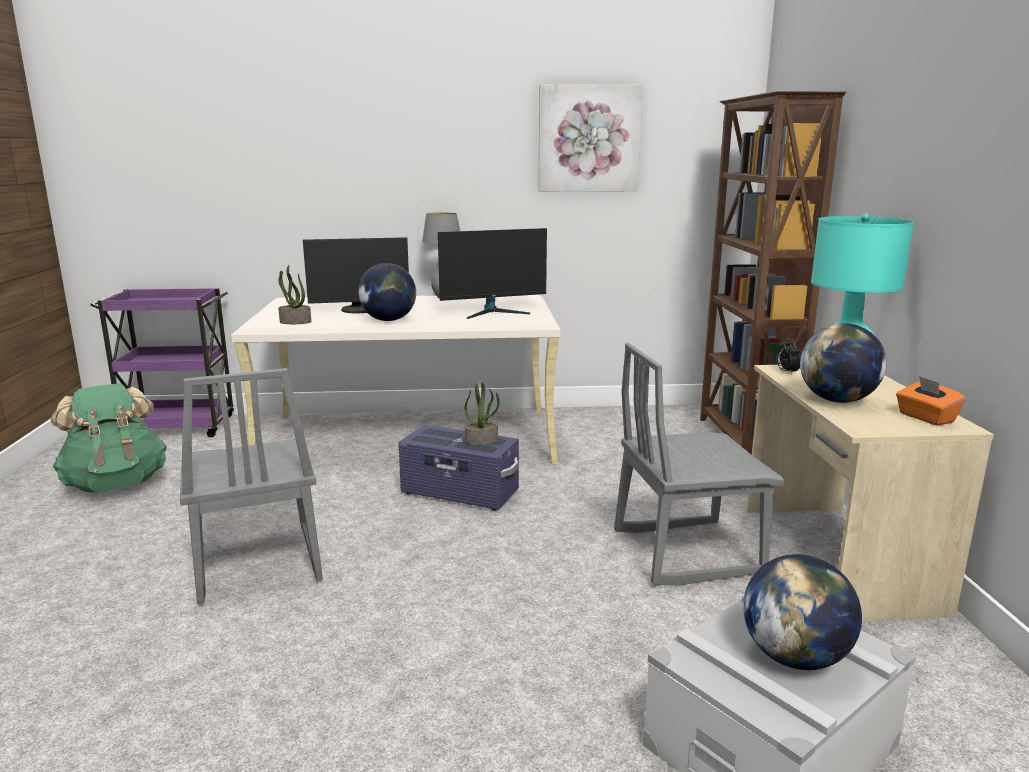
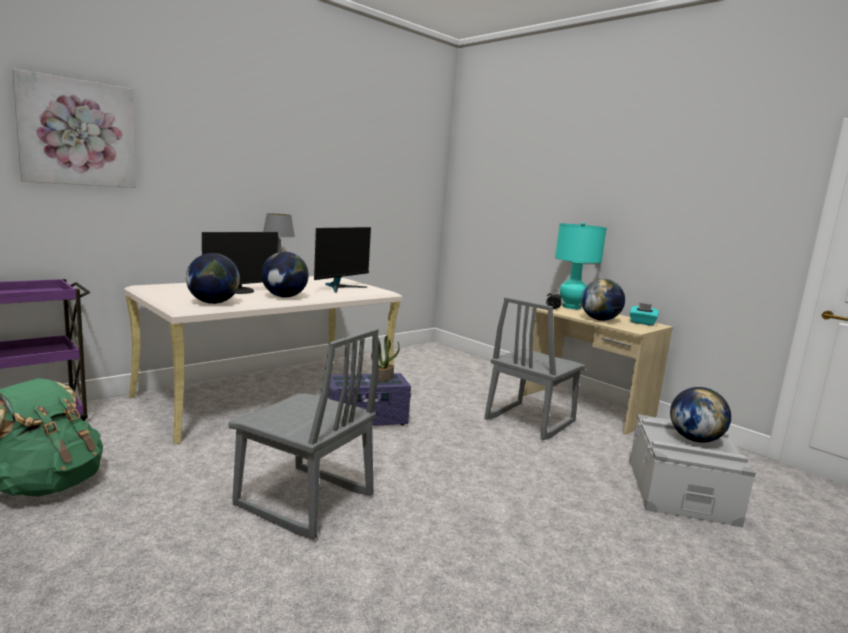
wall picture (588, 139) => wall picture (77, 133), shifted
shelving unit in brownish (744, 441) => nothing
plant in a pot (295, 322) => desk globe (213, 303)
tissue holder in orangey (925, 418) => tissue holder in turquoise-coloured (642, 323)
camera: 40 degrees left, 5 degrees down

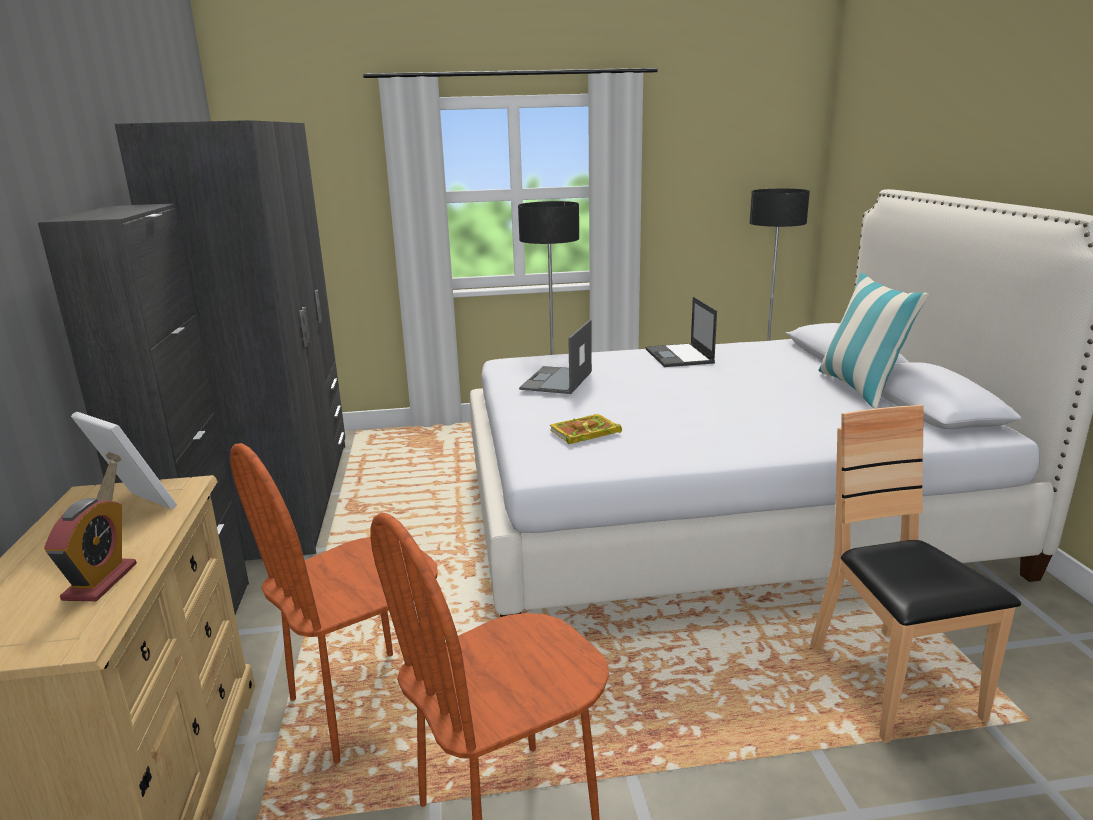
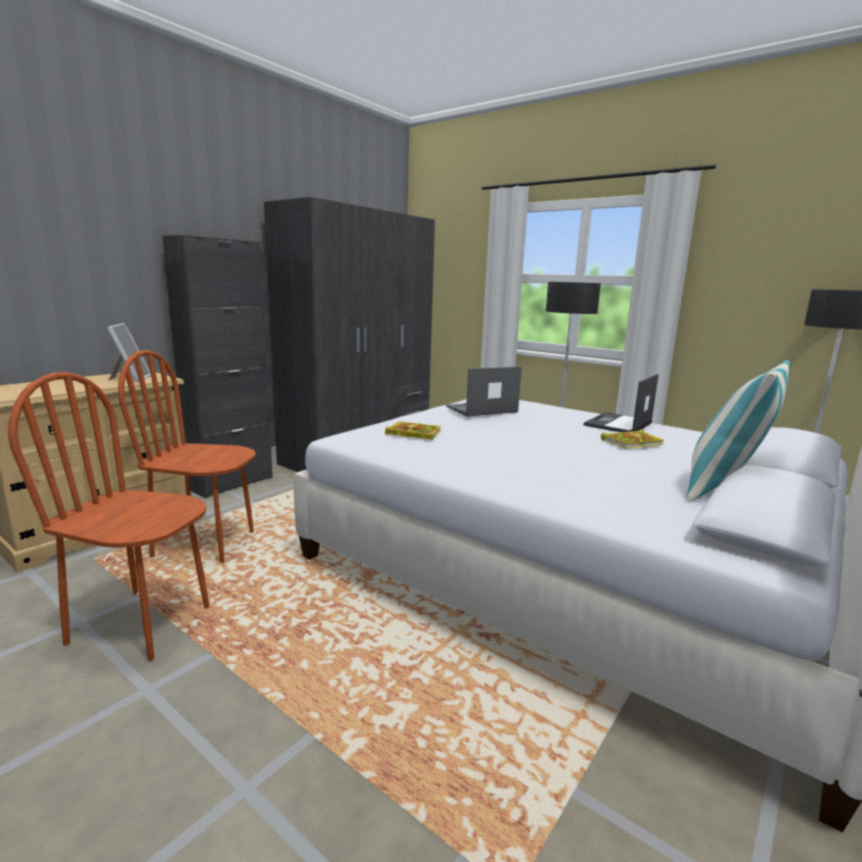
upright chair in brownish (891, 684) => nothing
table clock (100, 582) => nothing
nothing => volume (632, 442)
camera: 45 degrees right, 5 degrees down

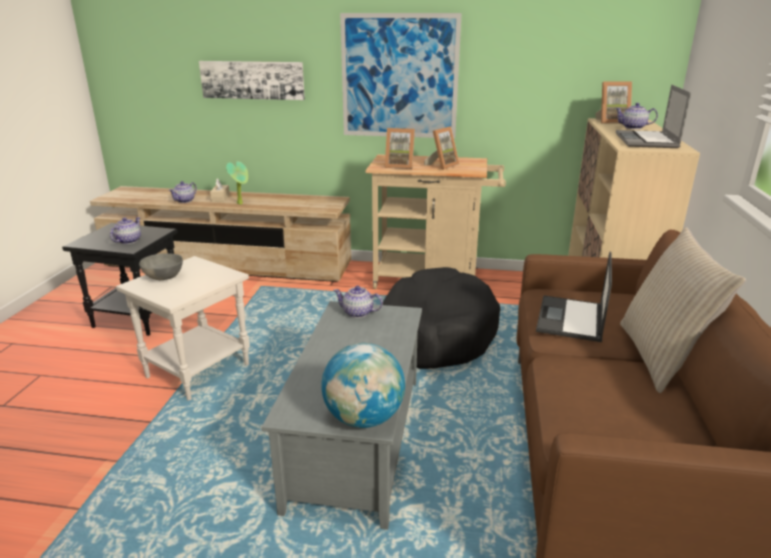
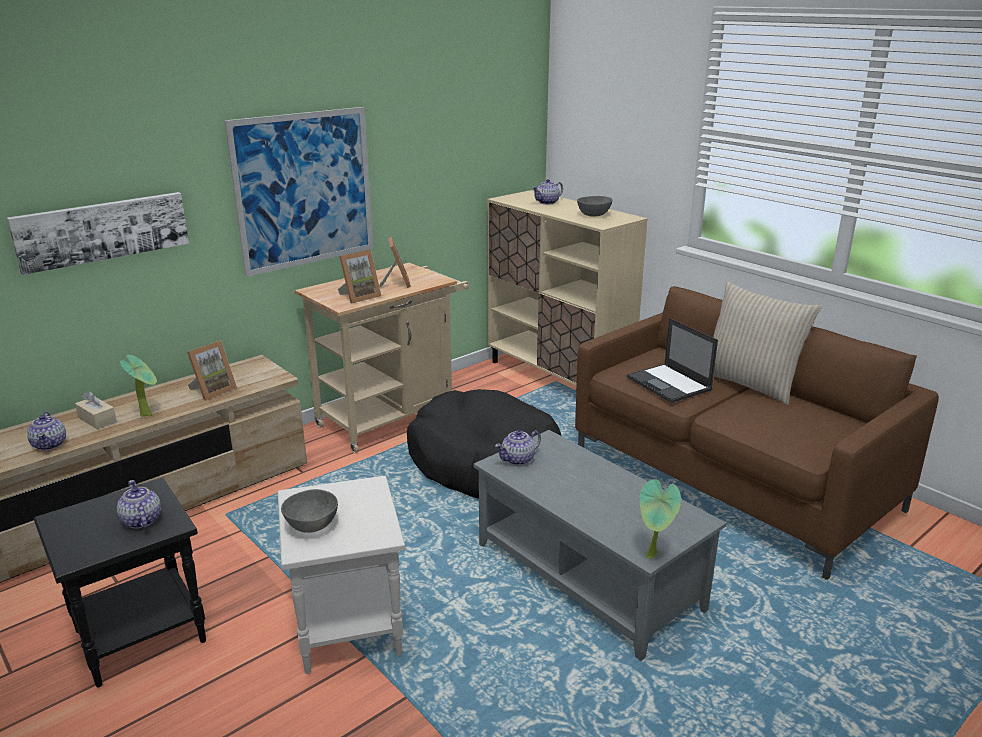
picture frame (611, 121) => picture frame (213, 391), shifted
notebook computer (647, 141) => bowl in grey (594, 215)
desk globe (364, 418) => nothing
nothing => plant in a pot (653, 556)
camera: 50 degrees left, 0 degrees up

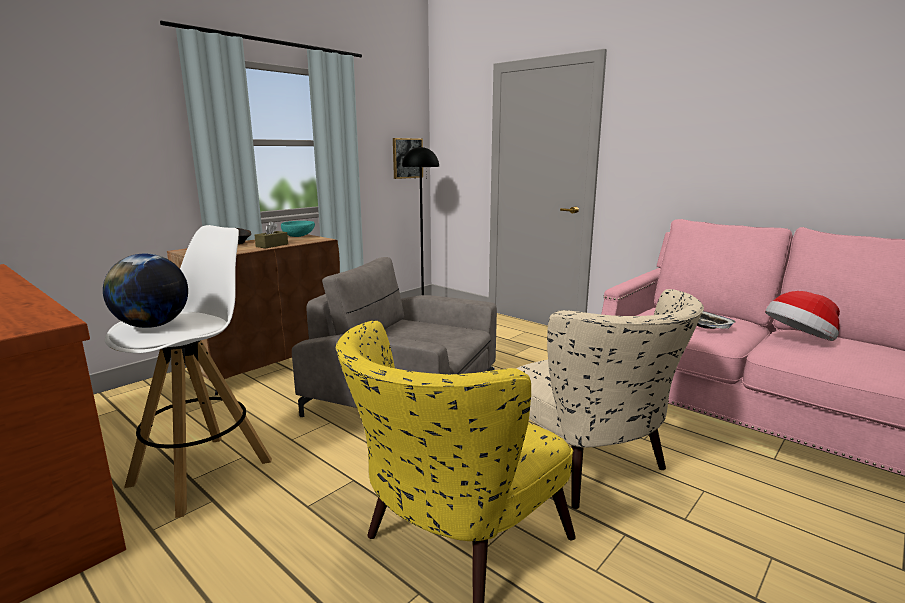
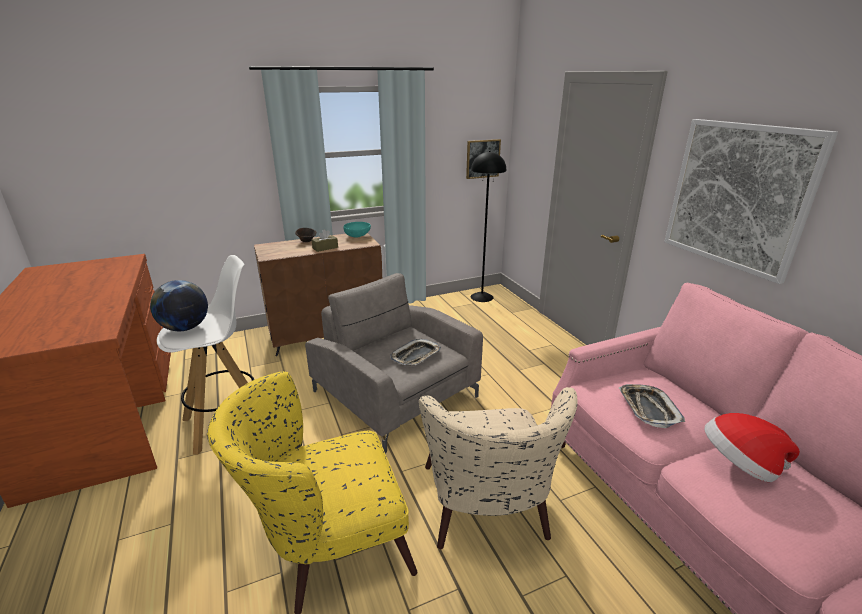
nothing => wall picture (738, 196)
nothing => carrying tray (416, 356)
camera: 25 degrees right, 10 degrees up

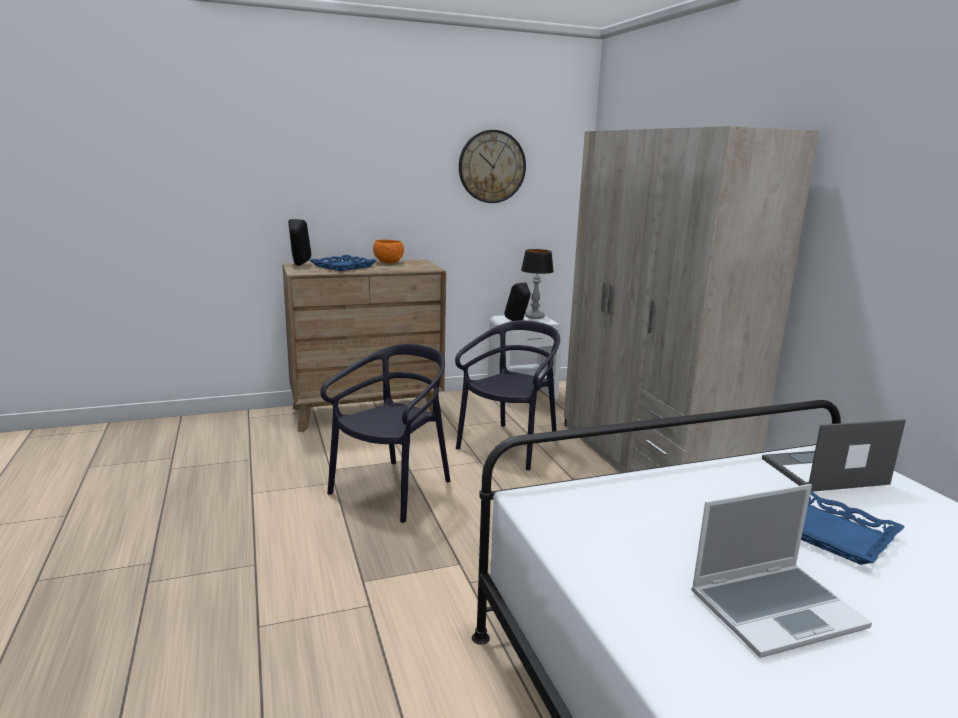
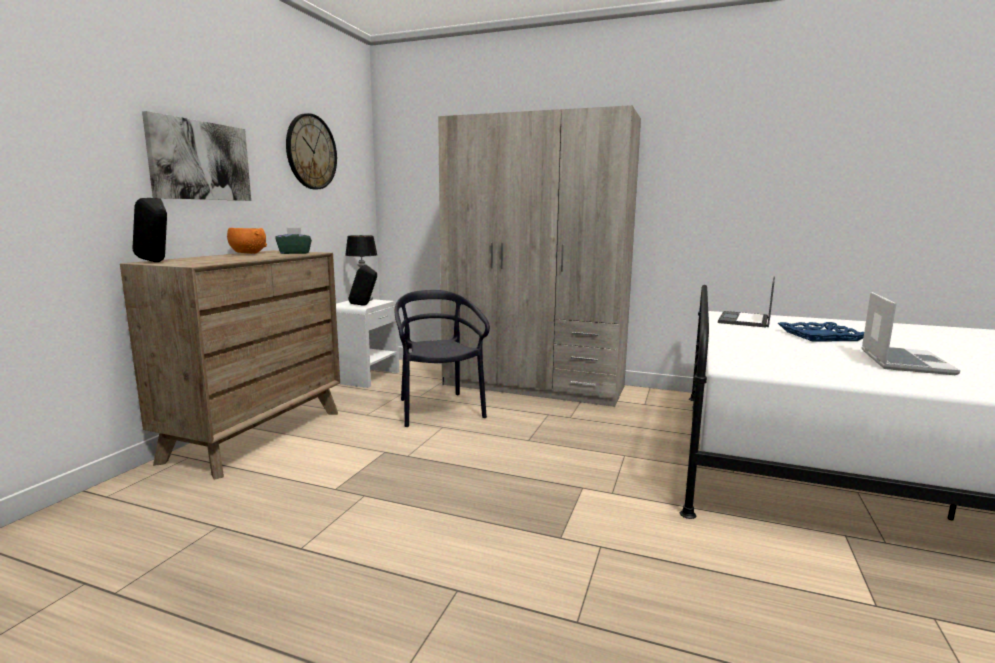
carrying tray in bluish (343, 266) => nothing
upright chair in black (392, 490) => nothing
nothing => wall picture (200, 160)
nothing => tissue holder in green (295, 253)
camera: 50 degrees left, 5 degrees down

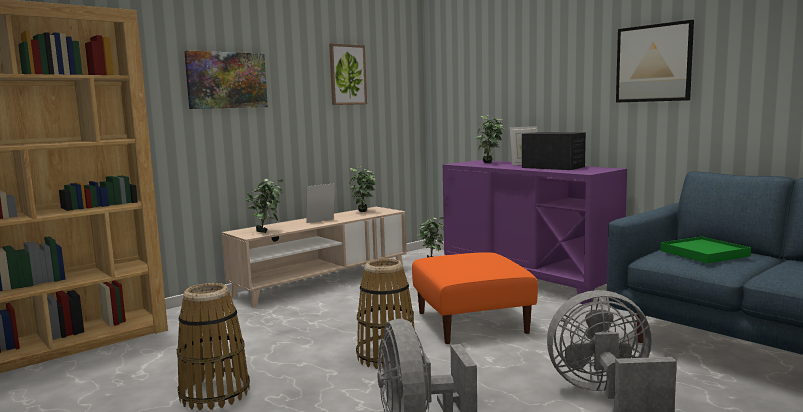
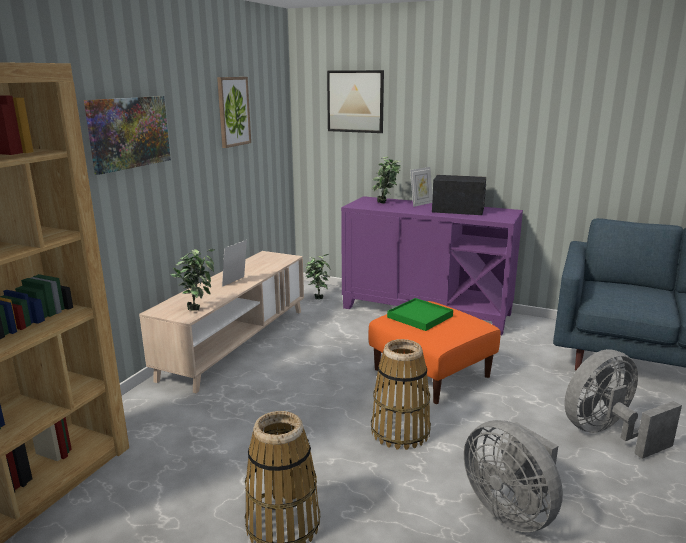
wall picture (653, 63) => wall picture (355, 101), shifted
plant in a pot (364, 212) => nothing
carrying tray in green (704, 253) => carrying tray in green (420, 317), shifted
camera: 25 degrees left, 10 degrees up

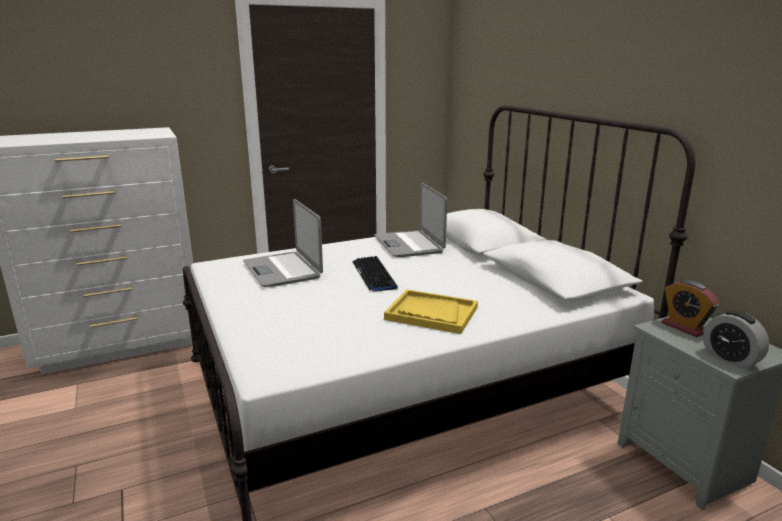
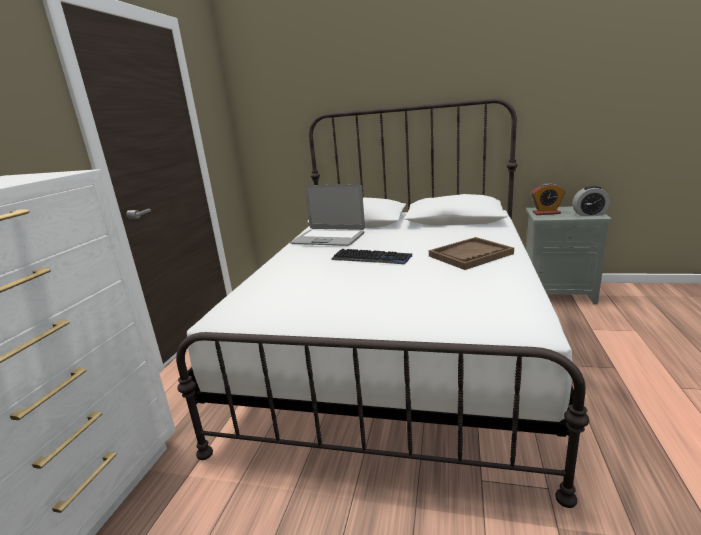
notebook computer (283, 270) => nothing
carrying tray in yellowish (431, 313) => carrying tray in brownish (470, 255)
camera: 50 degrees left, 0 degrees up

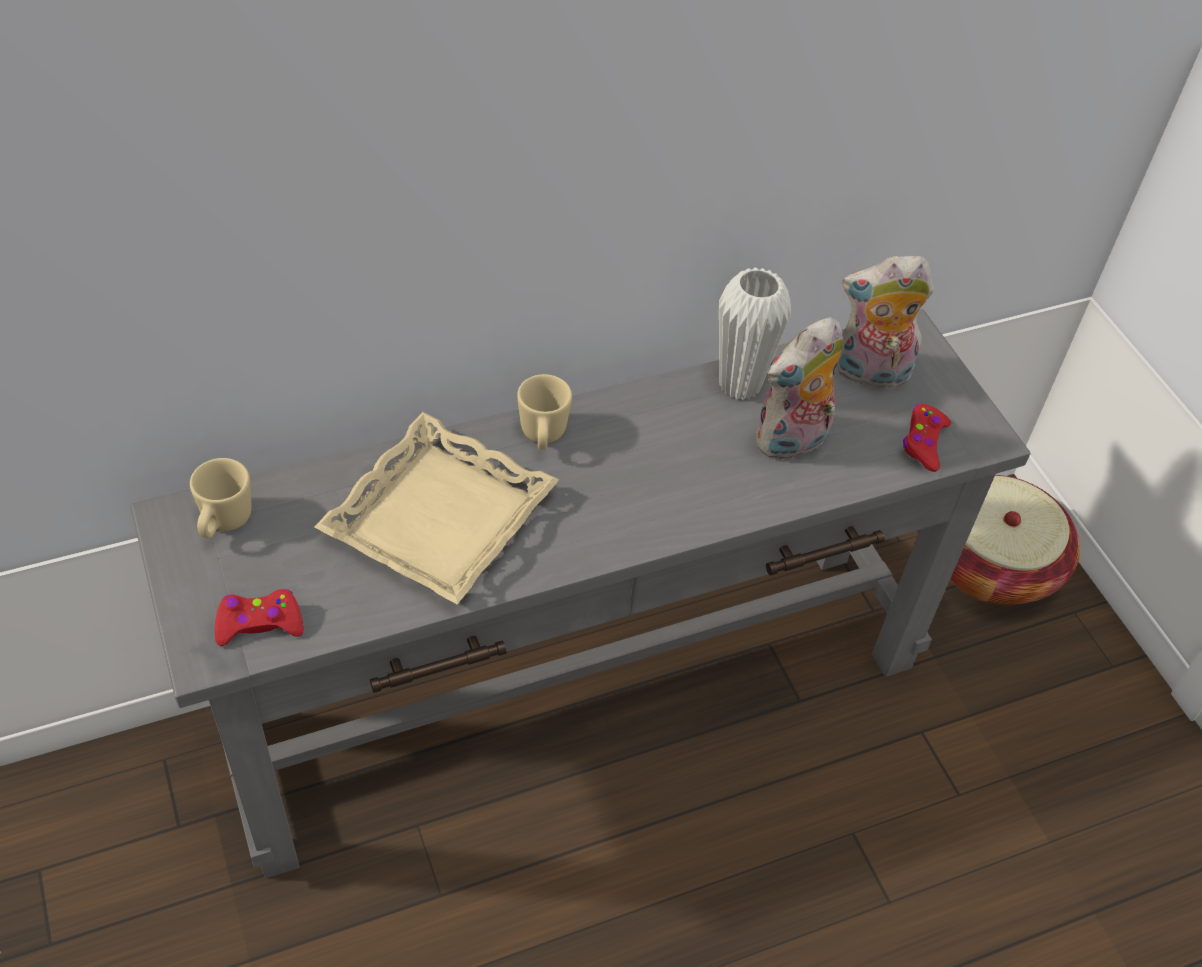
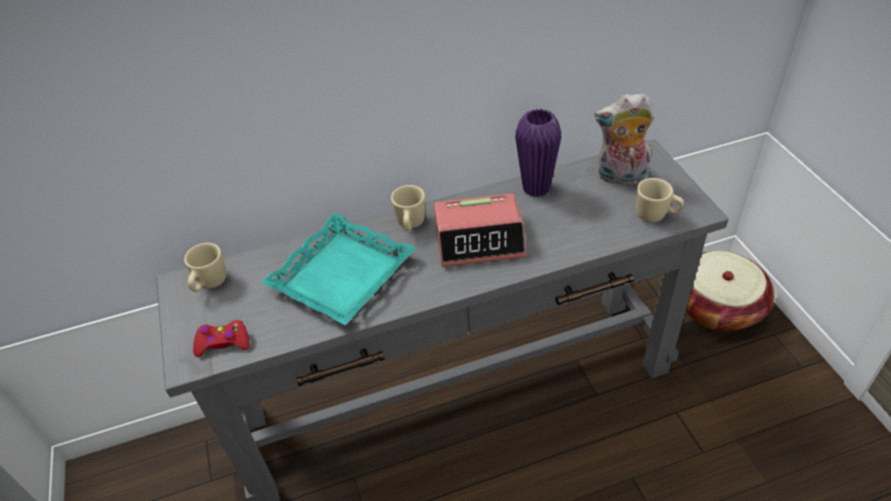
decorative vase in white-coloured (739, 385) => decorative vase in purple-coloured (536, 188)
soft toy (792, 443) => nothing
game controller in red-coloured (923, 442) => coffee mug in beige-coloured (656, 216)
carrying tray in beige-coloured (441, 519) => carrying tray in turquoise-coloured (342, 275)
nothing => table clock (480, 239)
camera: 10 degrees right, 5 degrees down

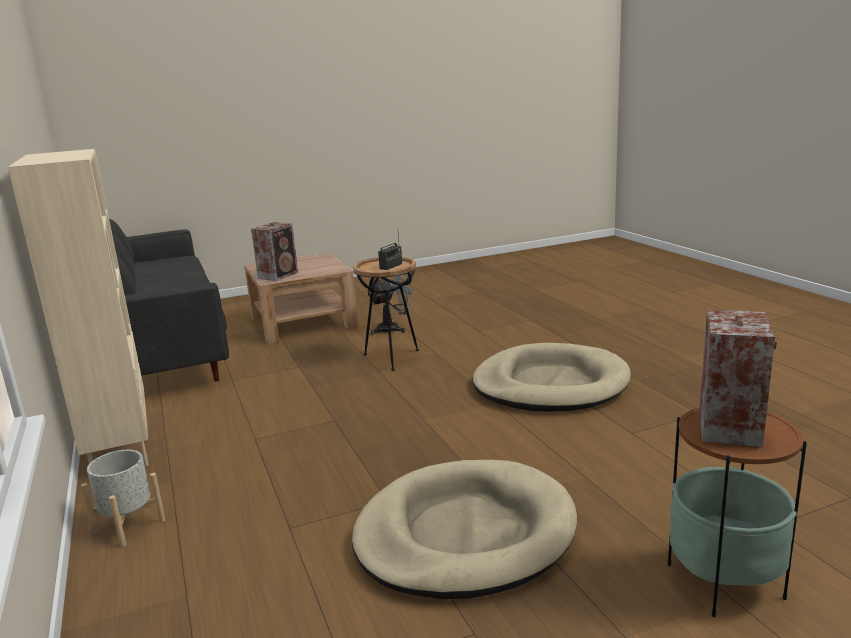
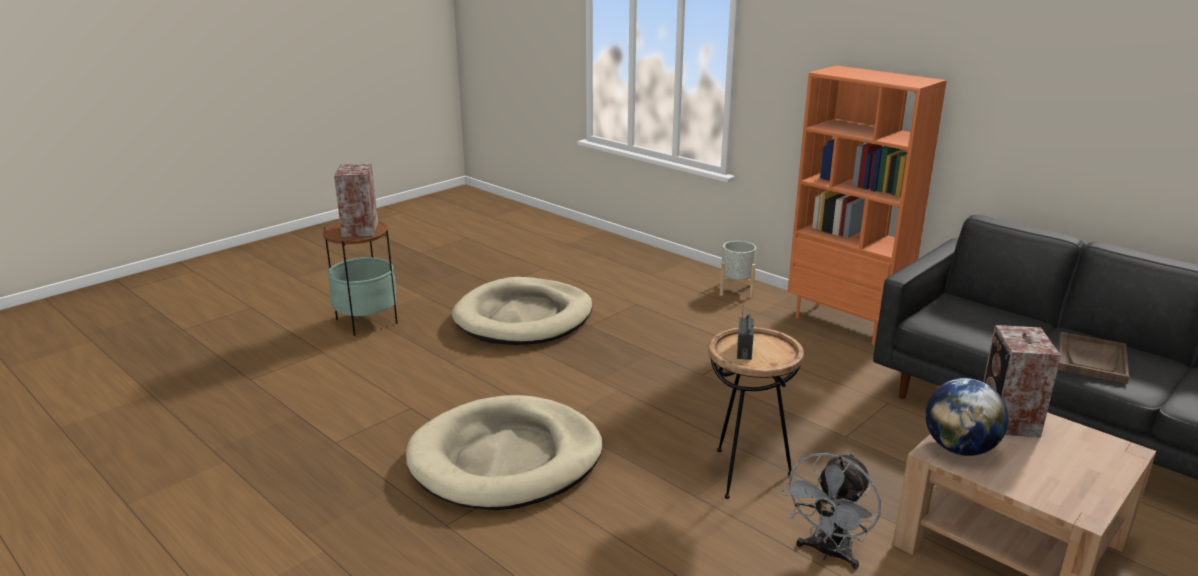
shelving unit in beige-coloured (119, 448) => shelving unit in orangey (845, 324)
nothing => carrying tray in brownish (1091, 360)
nothing => desk globe (959, 448)
camera: 155 degrees right, 5 degrees up

